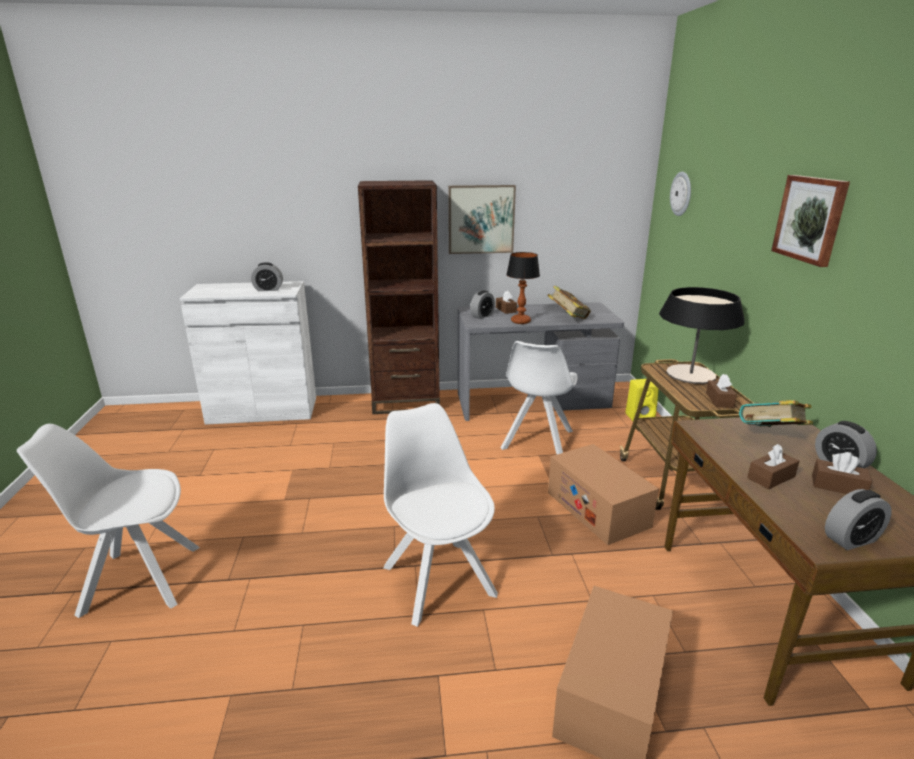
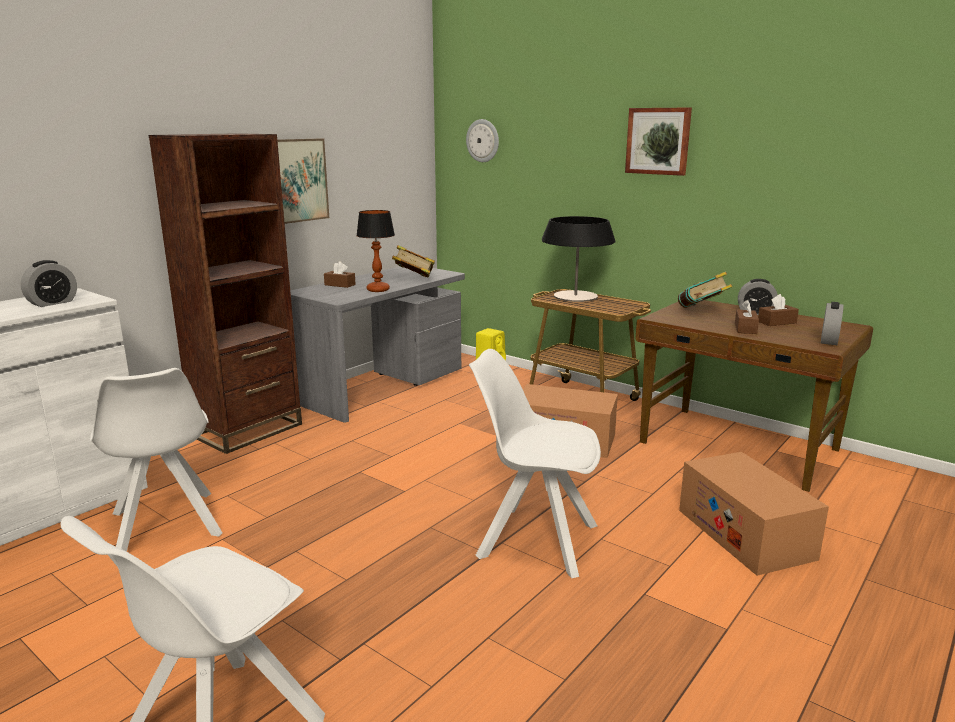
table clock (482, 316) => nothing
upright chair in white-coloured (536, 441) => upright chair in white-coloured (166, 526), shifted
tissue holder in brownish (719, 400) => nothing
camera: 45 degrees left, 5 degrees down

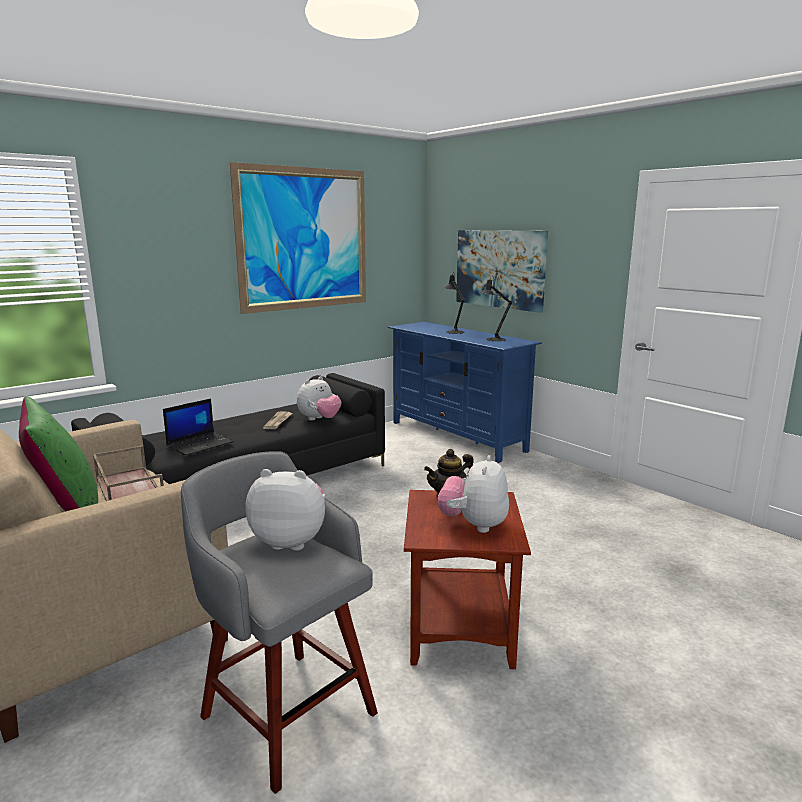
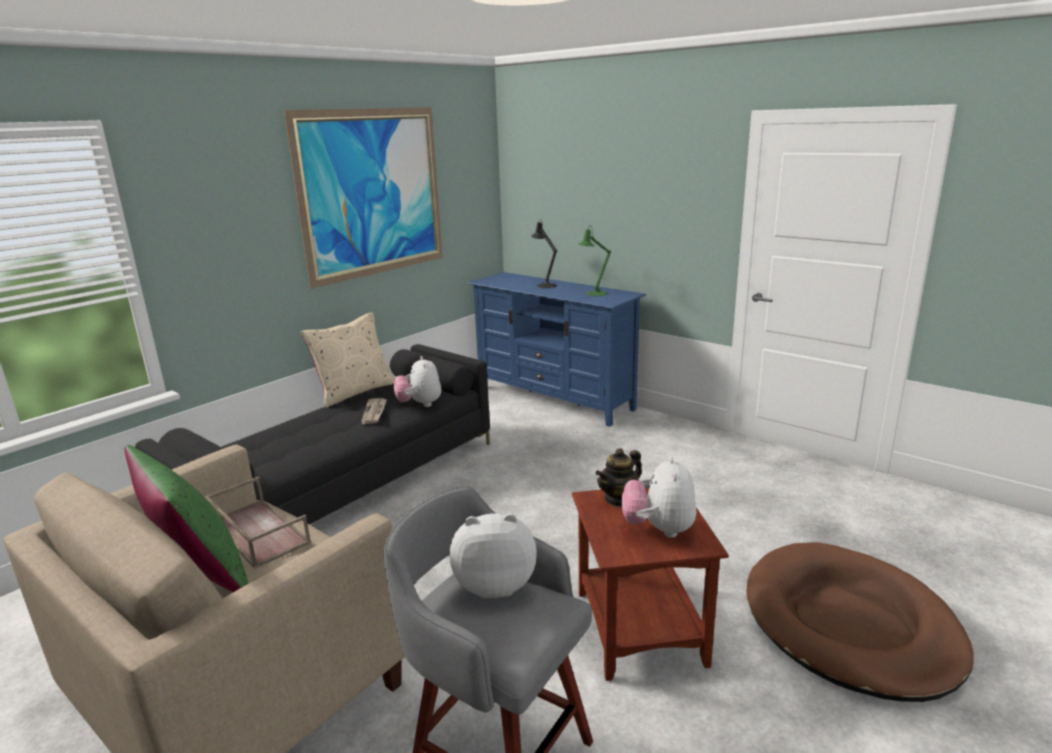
wall picture (500, 269) => nothing
tabletop lamp in black (493, 339) => tabletop lamp in green (593, 294)
soft toy (319, 419) => soft toy (420, 404), 135 degrees clockwise
notebook computer (200, 444) => nothing
nothing => throw pillow in beige-coloured (354, 392)
nothing => dog cushion in brownish (850, 624)
camera: 10 degrees left, 5 degrees up

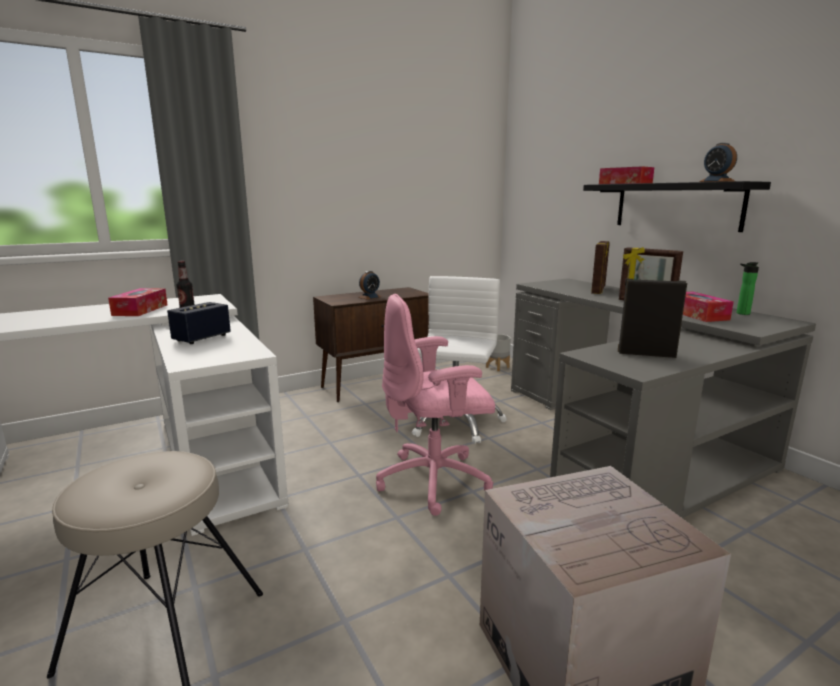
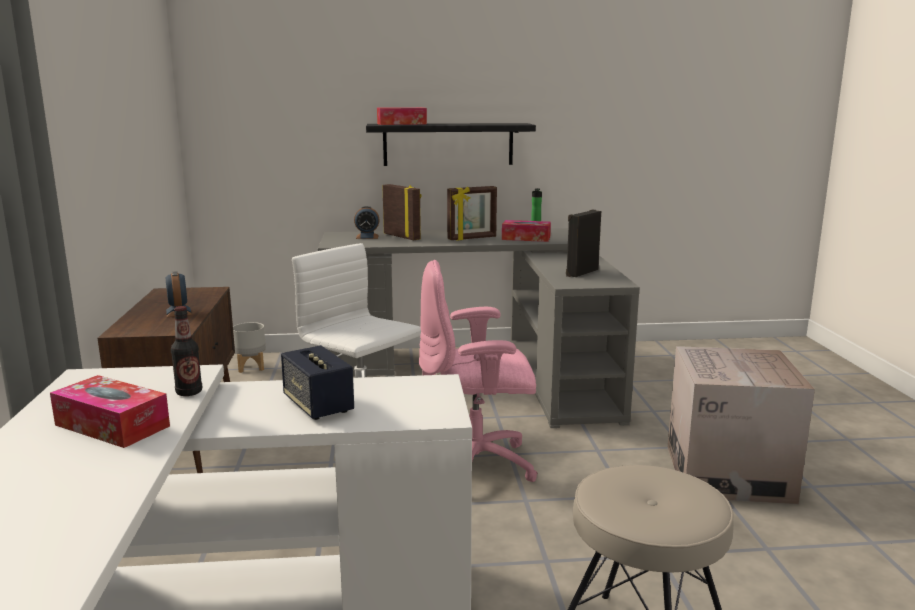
table clock (717, 181) => table clock (367, 237), shifted
computer chair in pinkish (435, 481) => computer chair in pinkish (477, 466), 75 degrees clockwise
camera: 65 degrees left, 0 degrees up

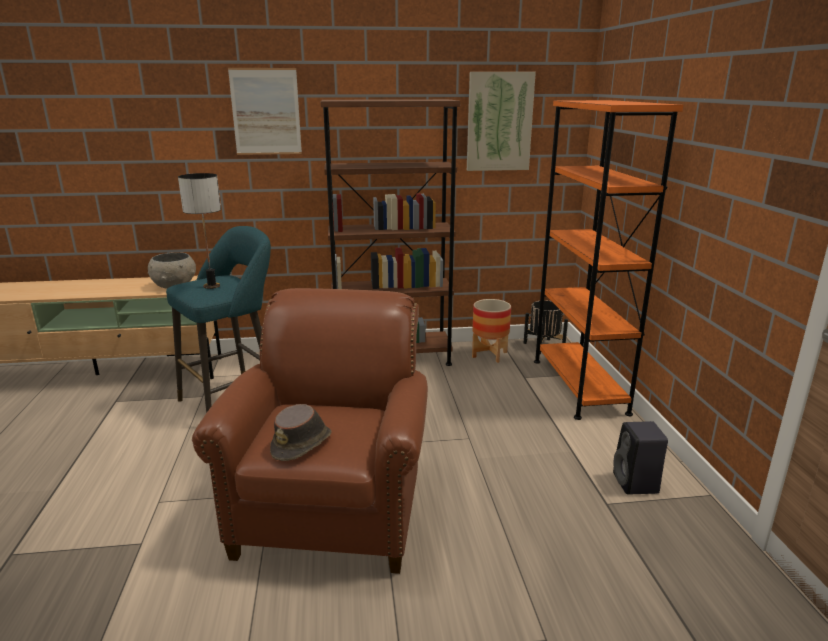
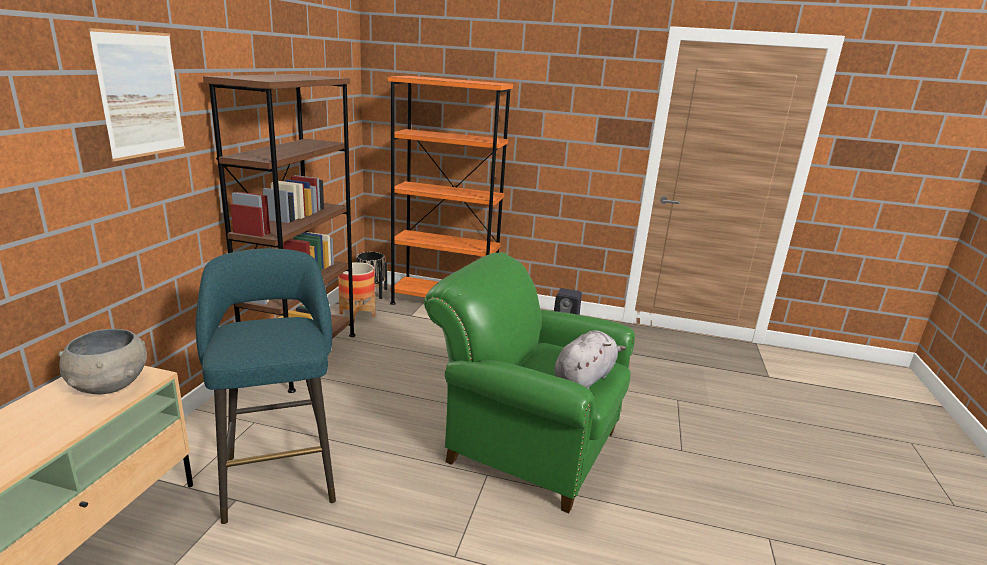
wall picture (499, 122) => nothing
tabletop lamp (211, 286) => nothing
easy chair in brownish (334, 505) => easy chair in green (525, 443)
hat in brownish (302, 444) => soft toy in grey (585, 378)
camera: 70 degrees left, 0 degrees up

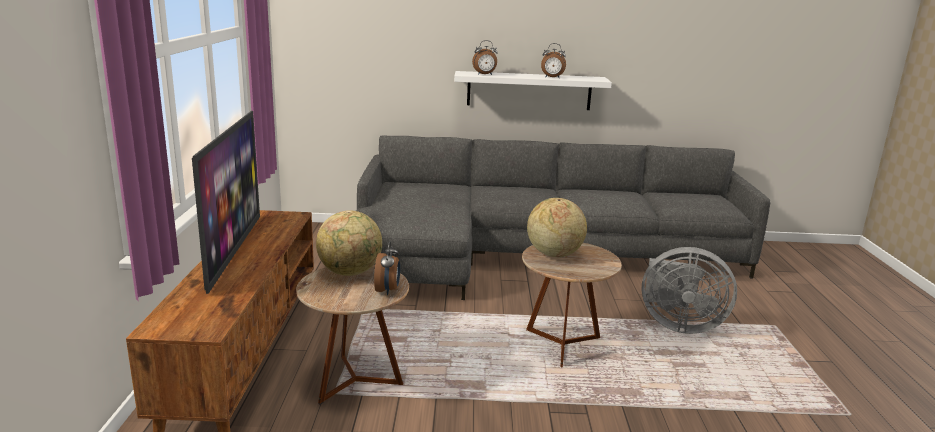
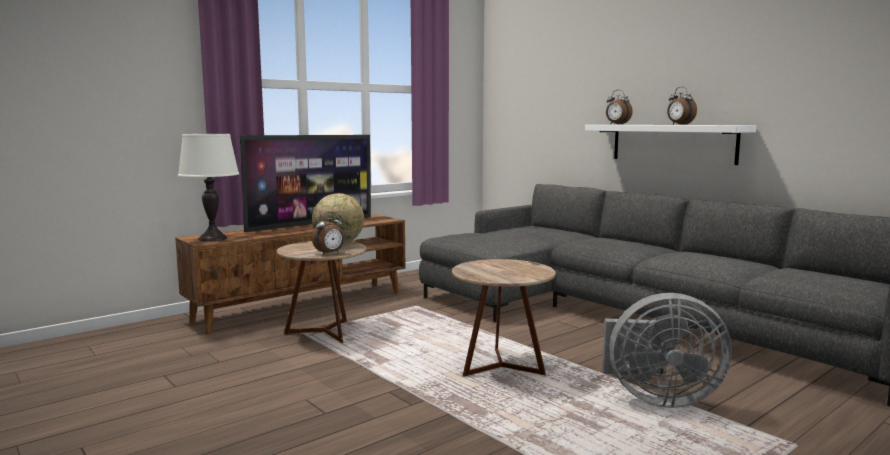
desk globe (554, 254) => nothing
cooling fan in grey (678, 324) => cooling fan in grey (657, 398), 60 degrees counterclockwise
nothing => tabletop lamp in white-coloured (212, 239)
camera: 50 degrees right, 10 degrees down

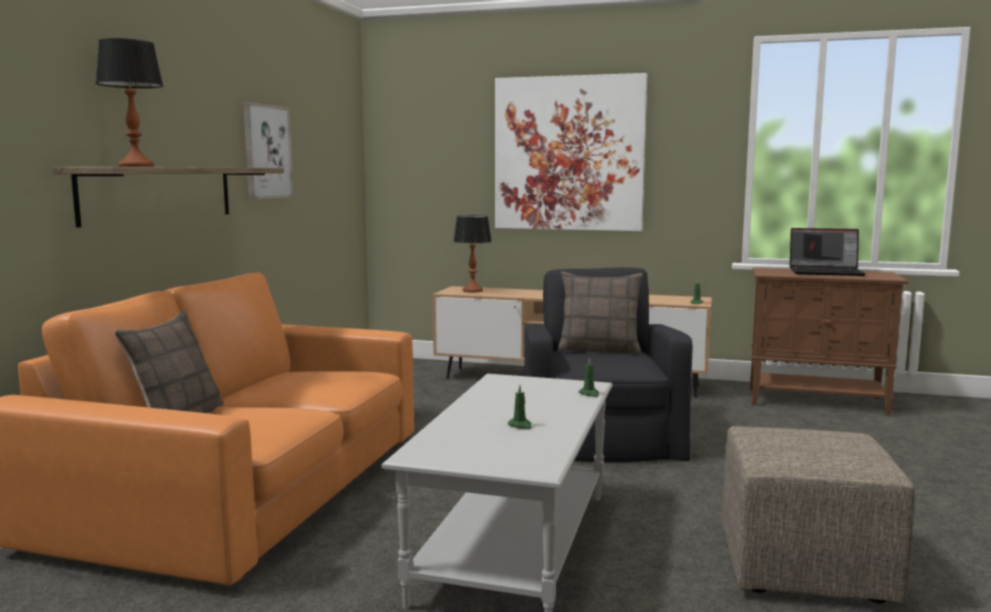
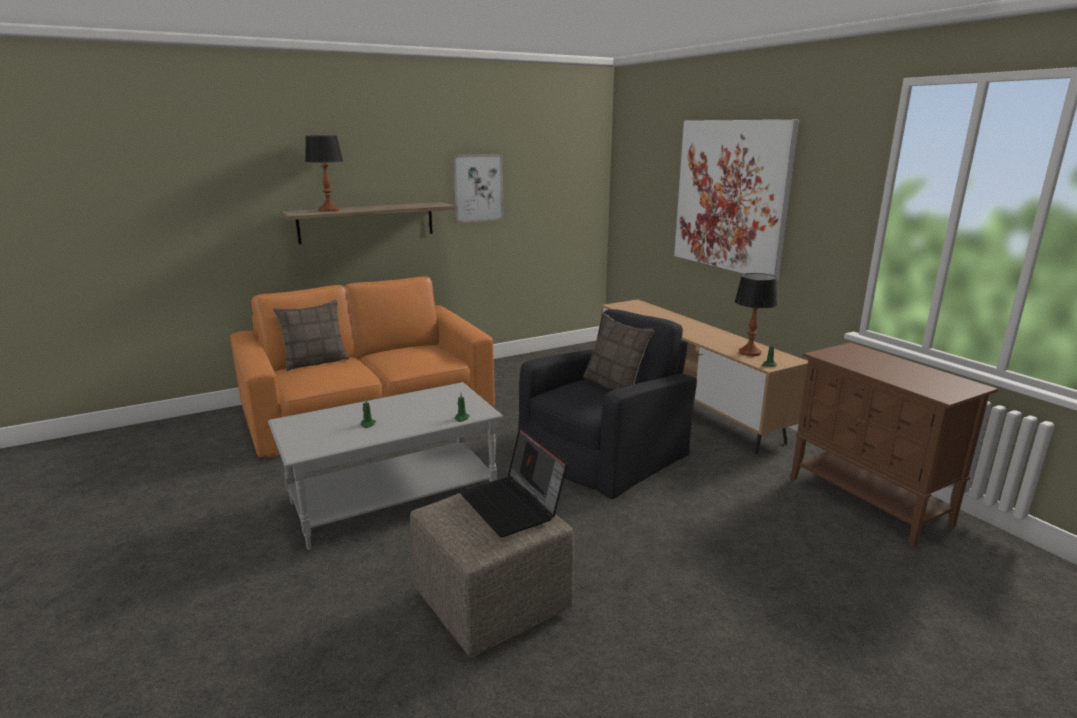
tabletop lamp (472, 290) => tabletop lamp (750, 352), shifted
notebook computer (826, 272) => notebook computer (513, 505), shifted
camera: 45 degrees right, 10 degrees up

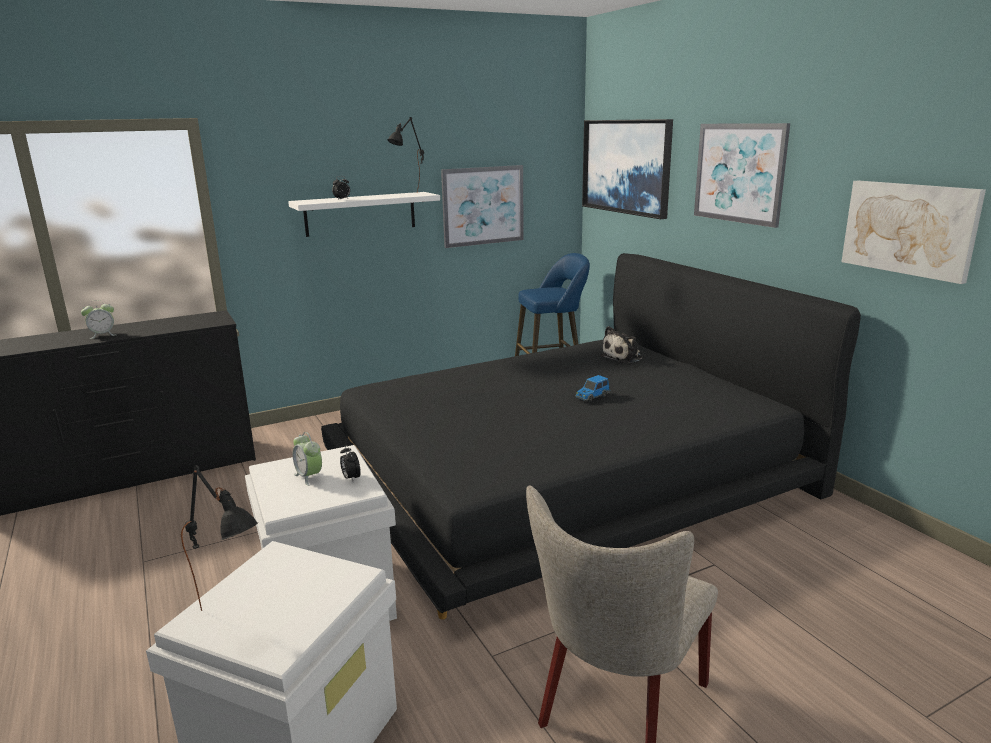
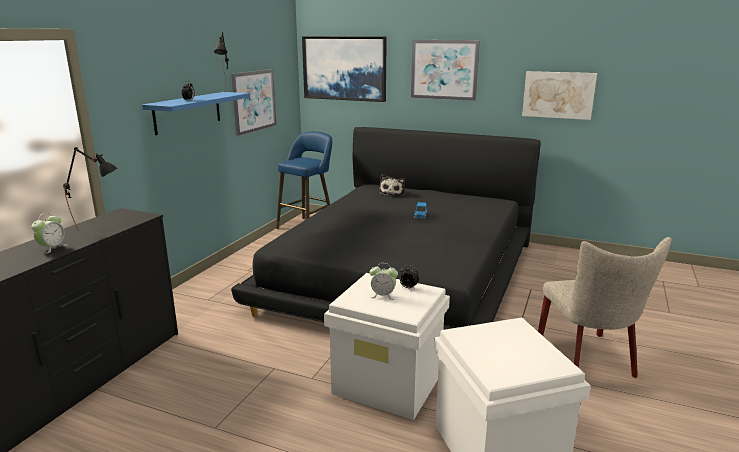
shelf in white-coloured (360, 214) => shelf in bluish (188, 112)
tabletop lamp in black (234, 617) => tabletop lamp in black (99, 228), shifted
camera: 40 degrees left, 0 degrees up

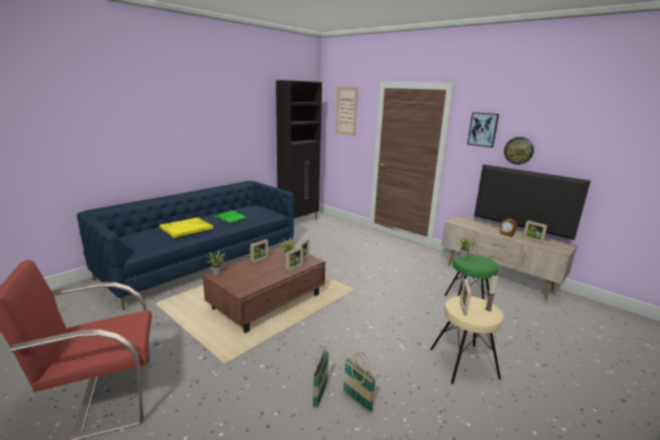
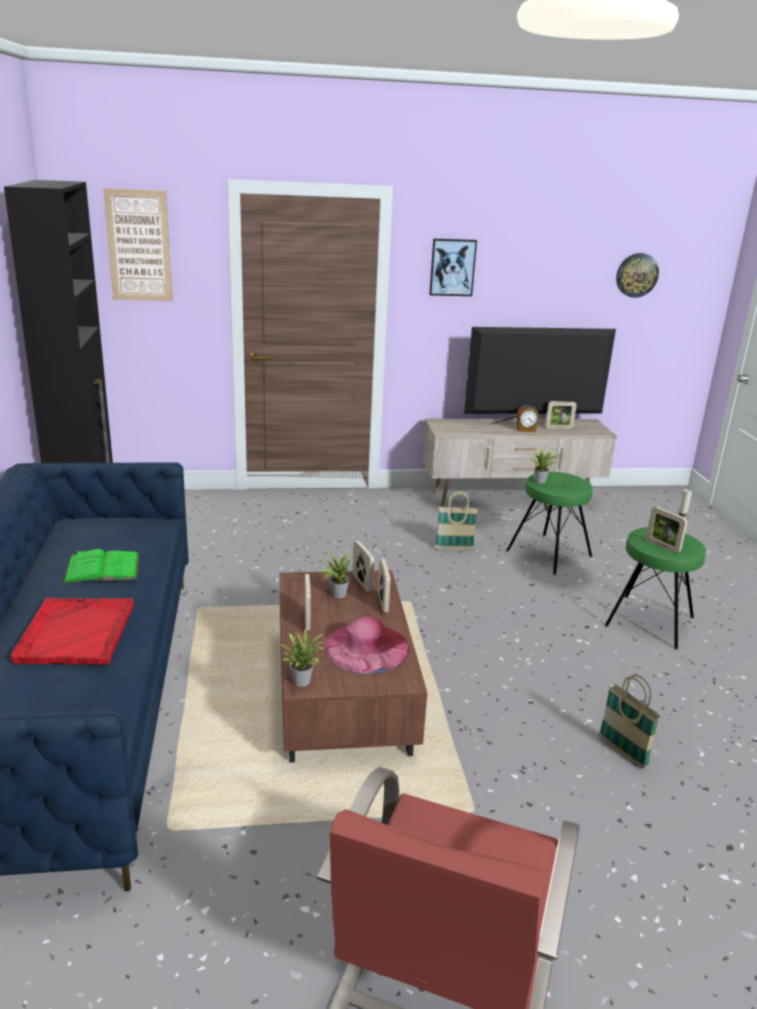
clock on the wall (518, 150) => clock on the wall (636, 275), shifted
carrying tray in yellowish (186, 228) => carrying tray in red-coloured (75, 633)
sitting stool in beige-coloured (464, 363) => sitting stool in green (650, 621)
household basket (357, 402) => household basket (454, 548), shifted
nothing => hat in pinkish (366, 647)
camera: 50 degrees left, 5 degrees up

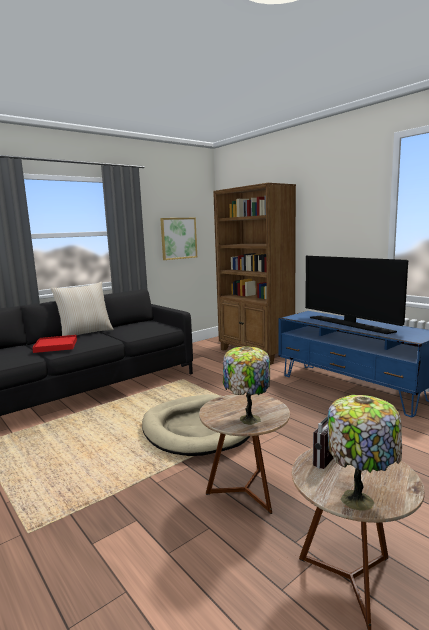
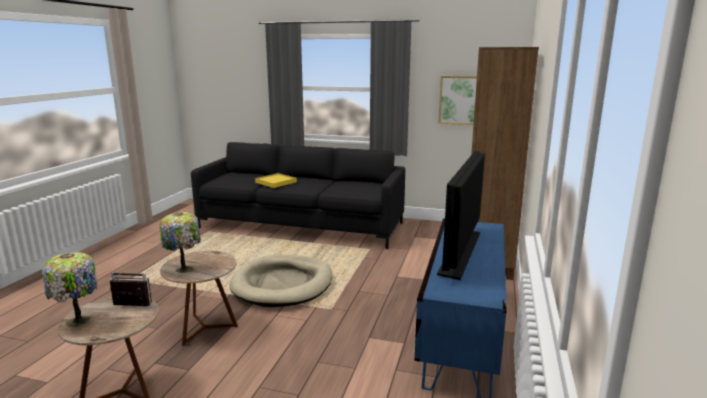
throw pillow in beige-coloured (85, 333) => nothing
carrying tray in red-coloured (56, 346) => carrying tray in yellowish (276, 182)
camera: 55 degrees right, 5 degrees up

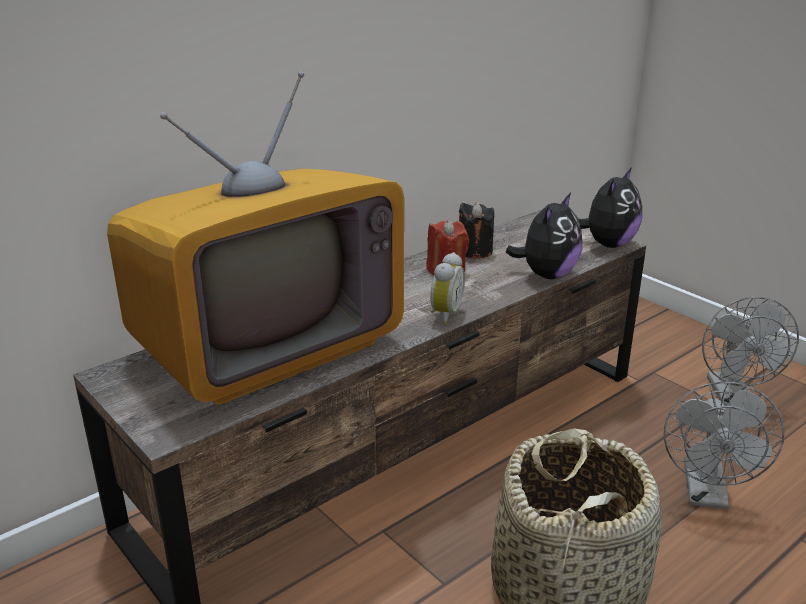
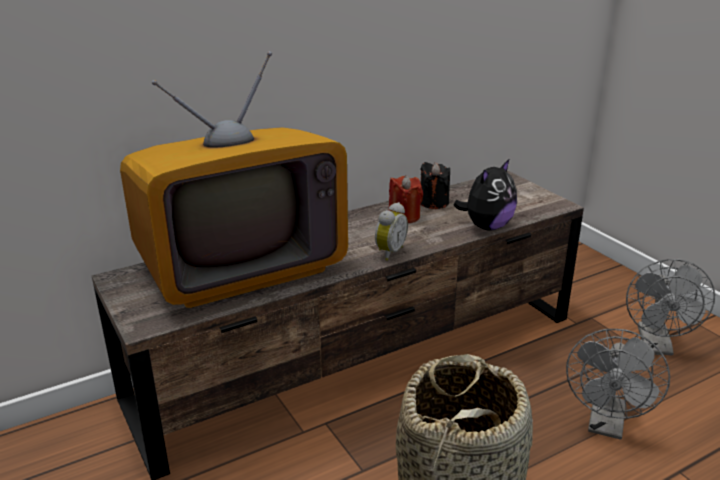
soft toy (607, 244) => nothing
camera: 10 degrees right, 0 degrees up

